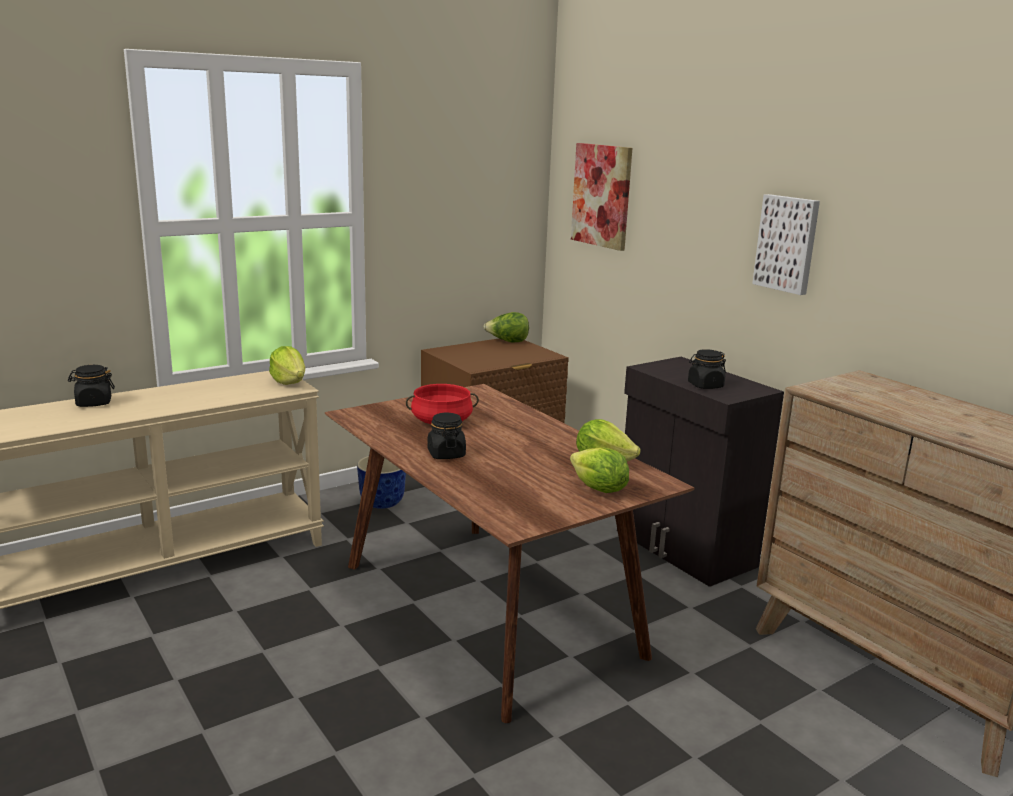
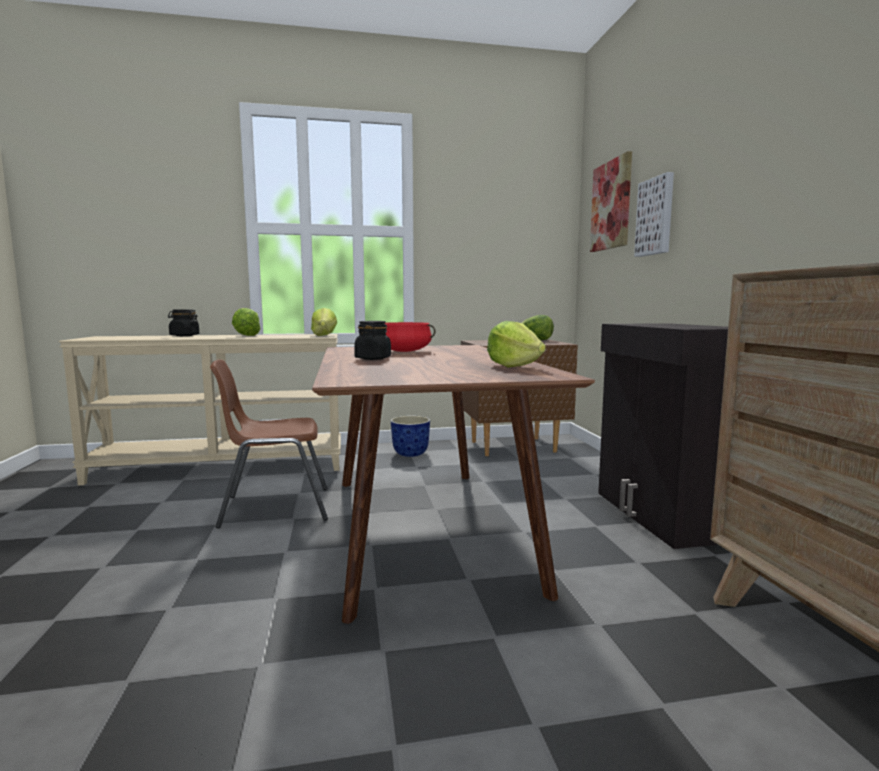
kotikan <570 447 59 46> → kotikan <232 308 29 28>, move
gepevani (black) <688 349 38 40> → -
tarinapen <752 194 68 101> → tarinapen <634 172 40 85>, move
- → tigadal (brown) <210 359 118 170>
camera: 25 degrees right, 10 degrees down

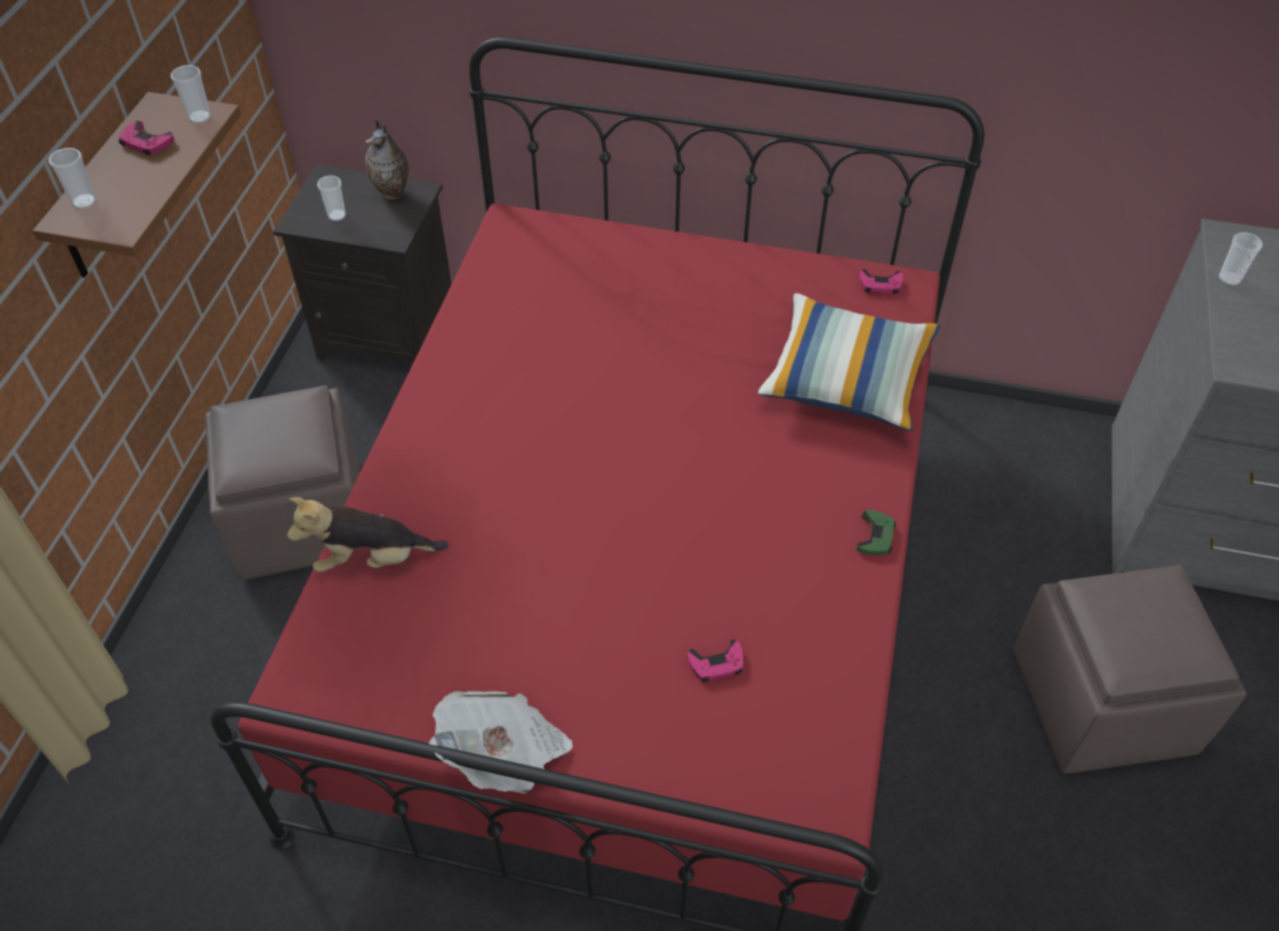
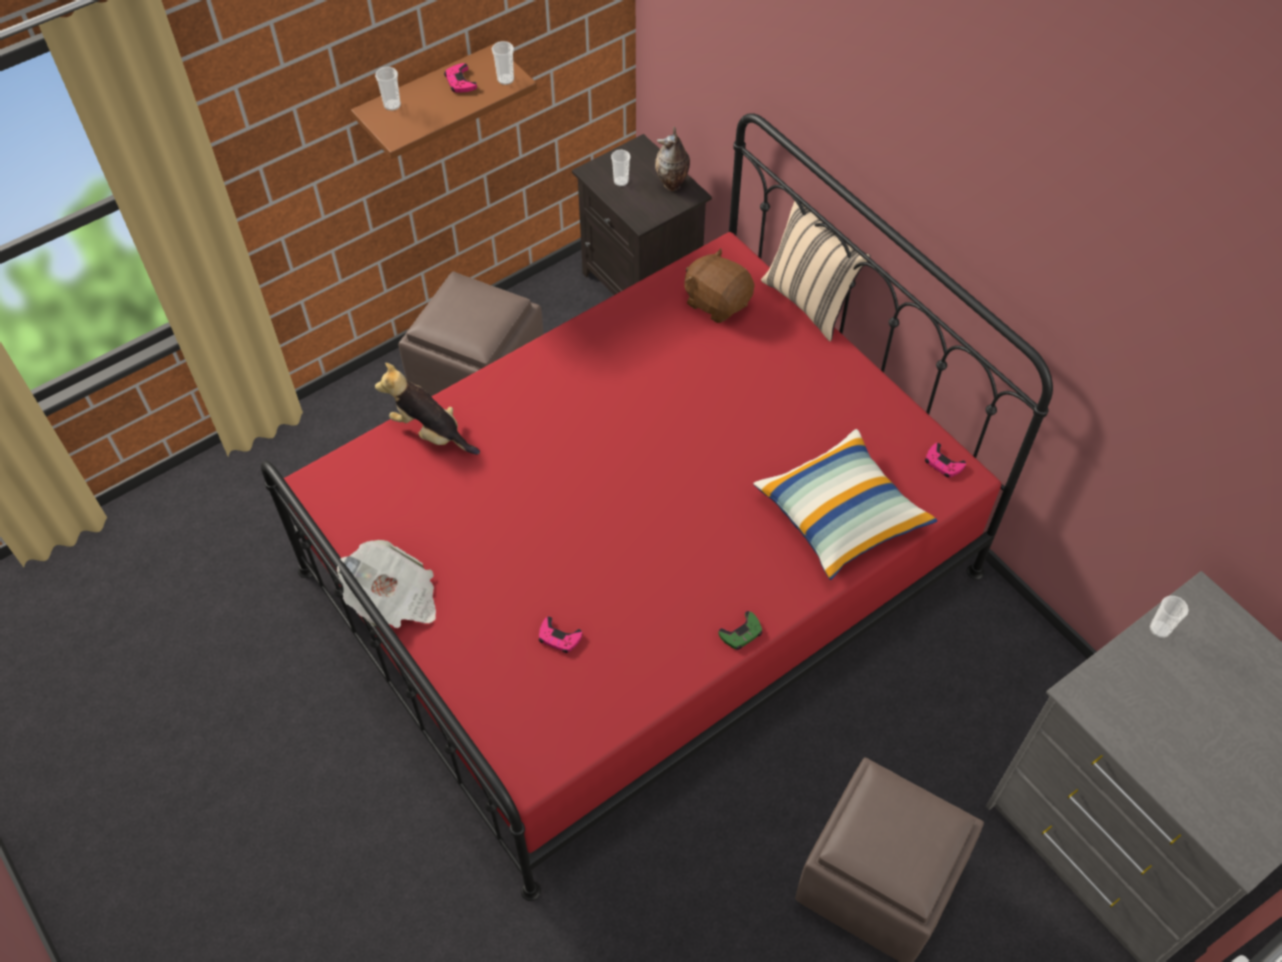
- → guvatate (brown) <684 248 71 75>
- → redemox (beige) <761 201 110 140>
camera: 40 degrees right, 5 degrees up

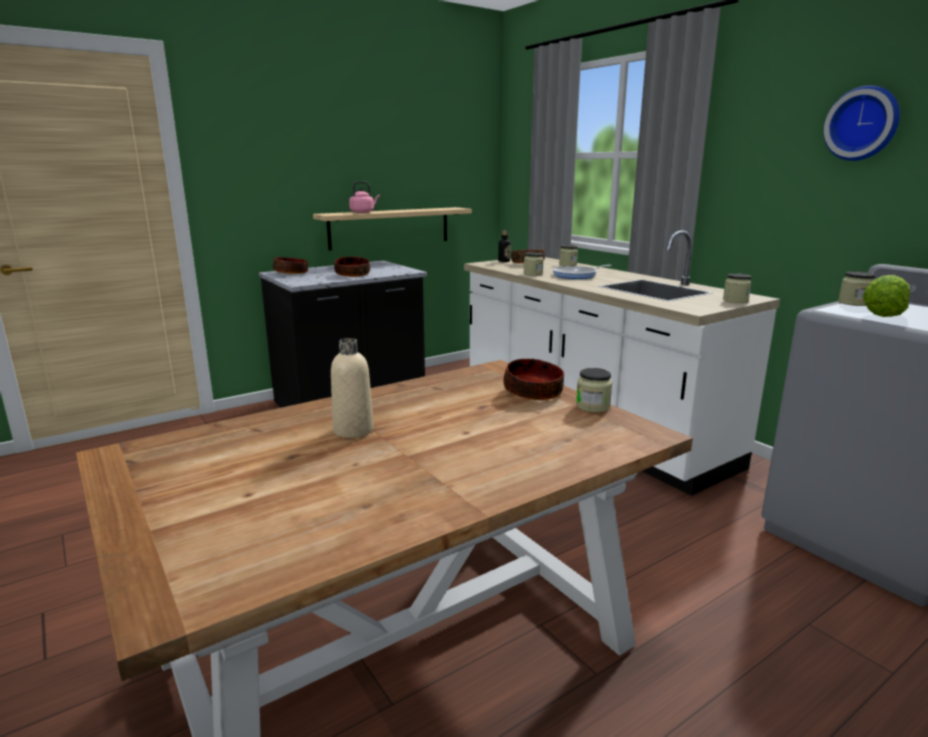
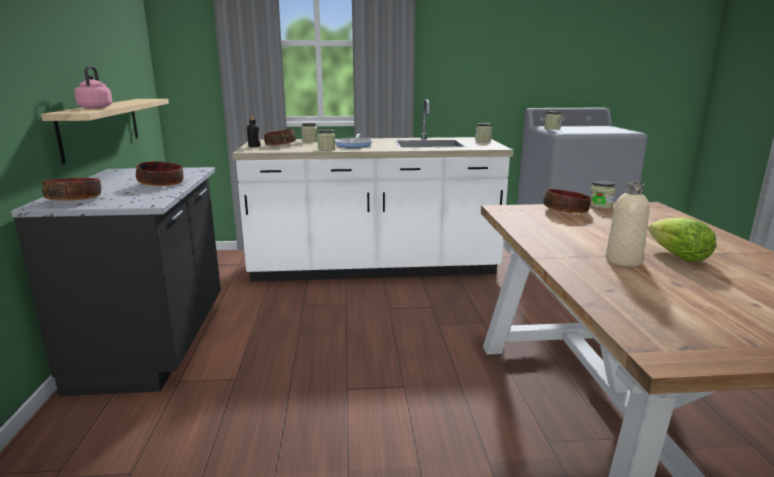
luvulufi <823 85 77 76> → -
kotikan <862 275 48 42> → kotikan <648 217 68 45>, move
camera: 60 degrees left, 0 degrees up

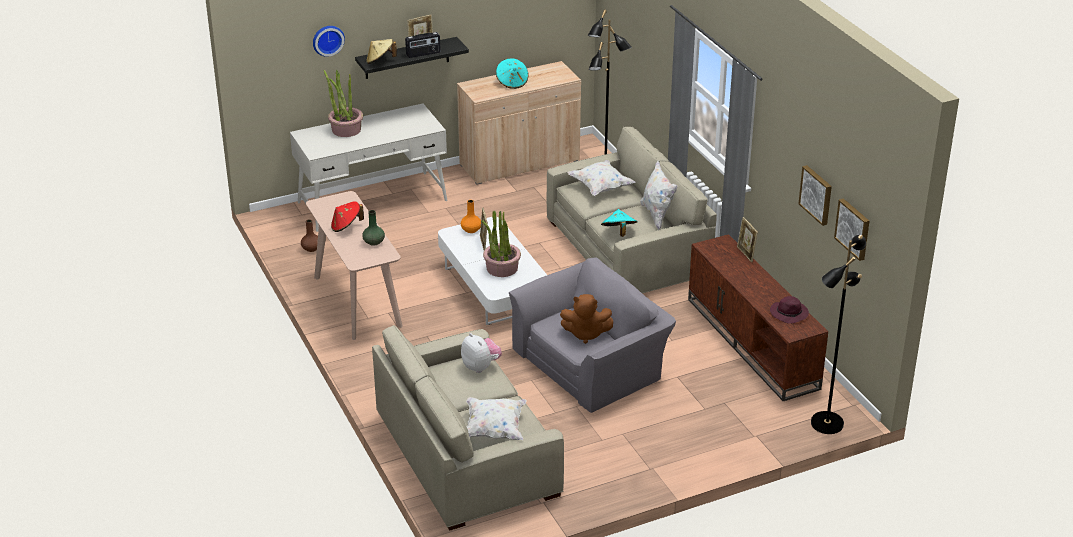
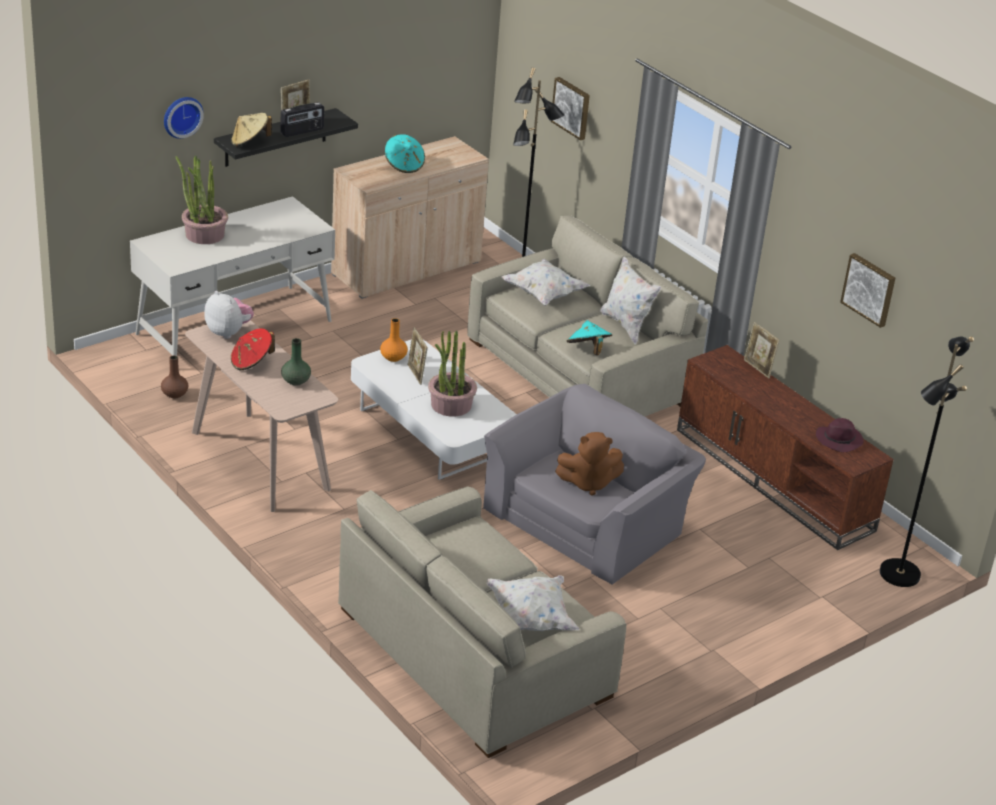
guvatate <461 333 41 40> → guvatate <204 291 50 48>, move
tarinapen <834 198 35 63> → tarinapen <551 77 39 63>, move
camera: 15 degrees left, 0 degrees up

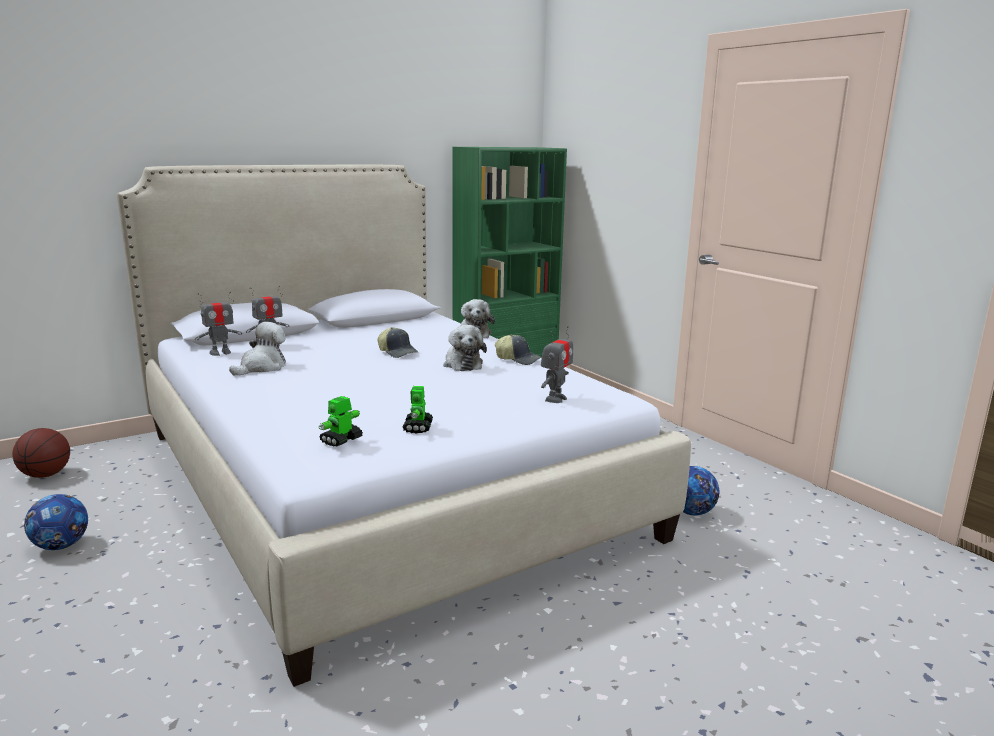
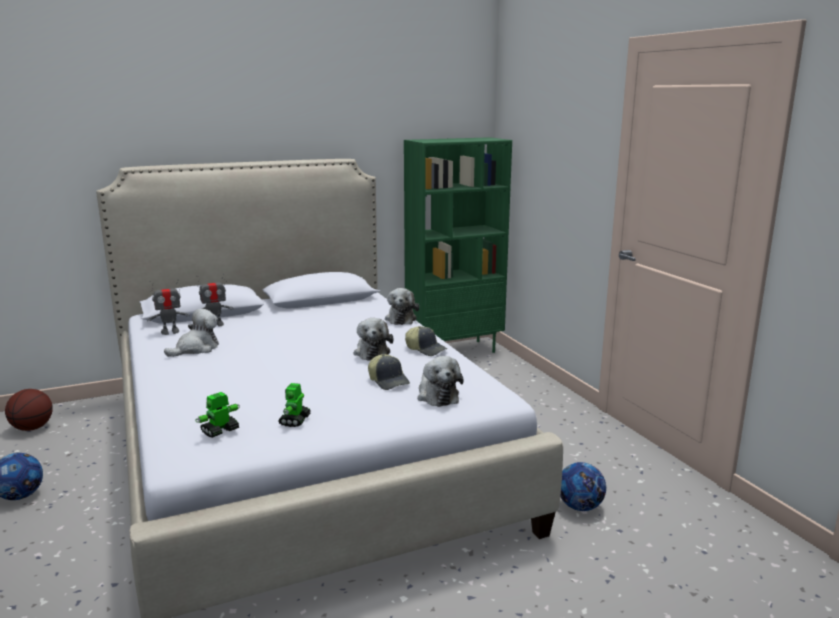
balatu <378 327 40 31> → balatu <368 354 42 36>, move
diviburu <541 326 32 77> → guvatate <417 356 46 51>
camera: 10 degrees right, 0 degrees up

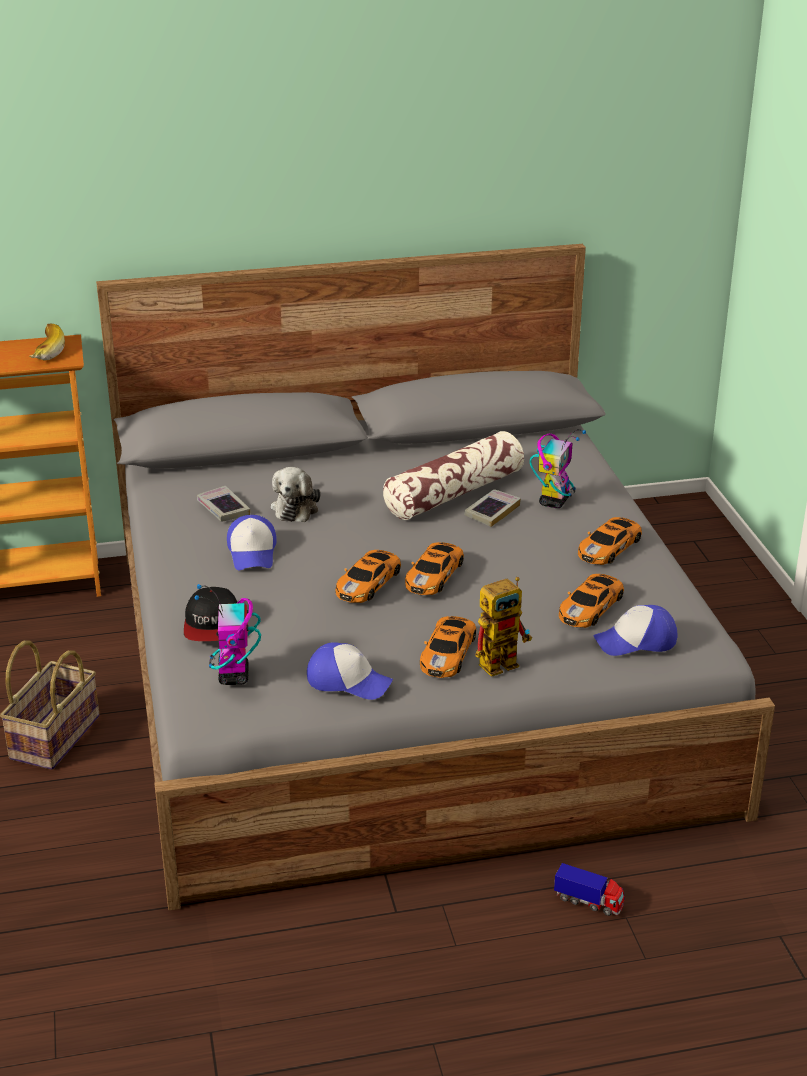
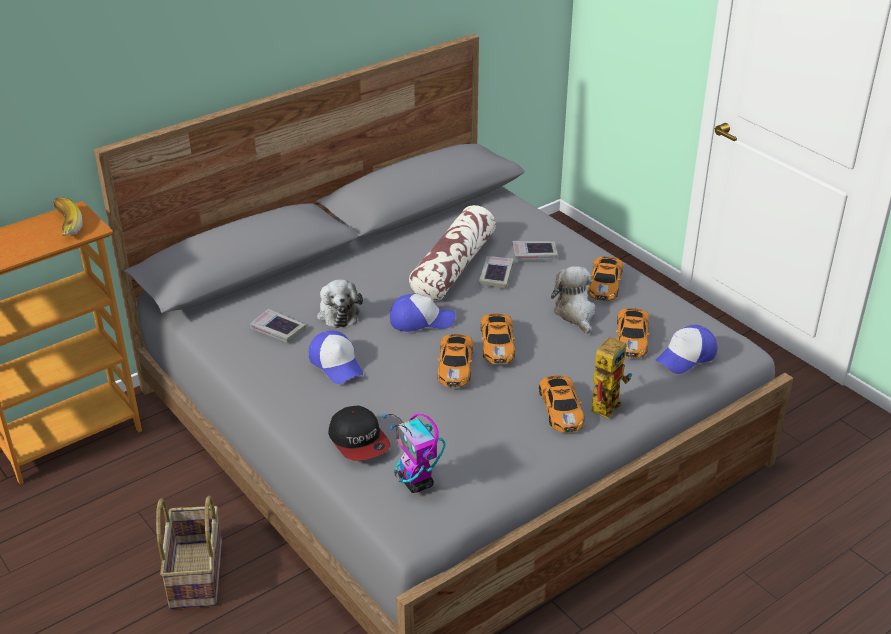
balatu <307 642 86 58> → balatu <390 293 66 39>, move
diviburu <530 430 56 78> → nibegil <512 241 46 19>
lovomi <554 863 70 53> → -
- → guvatate <551 266 45 68>
camera: 25 degrees left, 5 degrees up

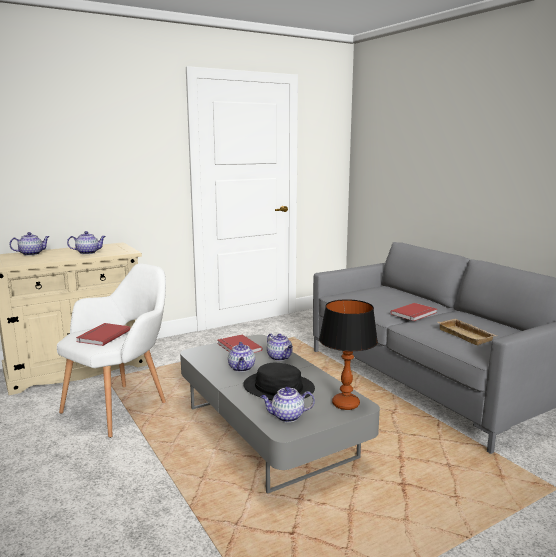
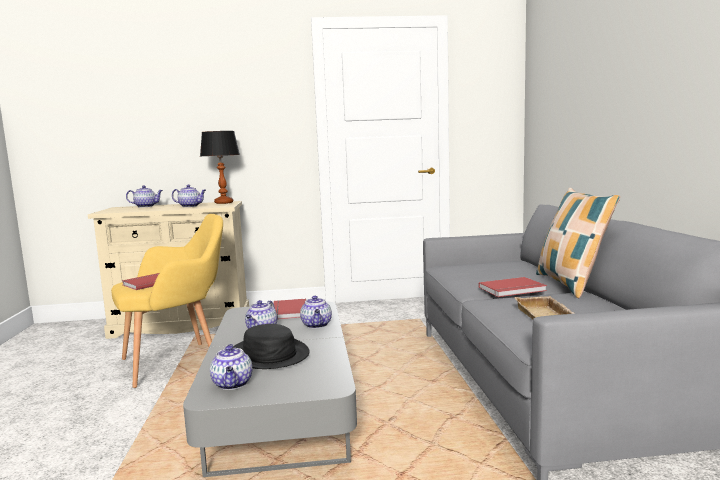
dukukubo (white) <57 263 109 175> → dukukubo (yellow) <111 214 112 174>
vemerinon <261 387 54 35> → vemerinon <210 344 43 46>, 120 degrees counterclockwise
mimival <319 299 59 111> → mimival <200 131 40 73>, move
- → redemox <536 188 84 110>
camera: 25 degrees right, 5 degrees down

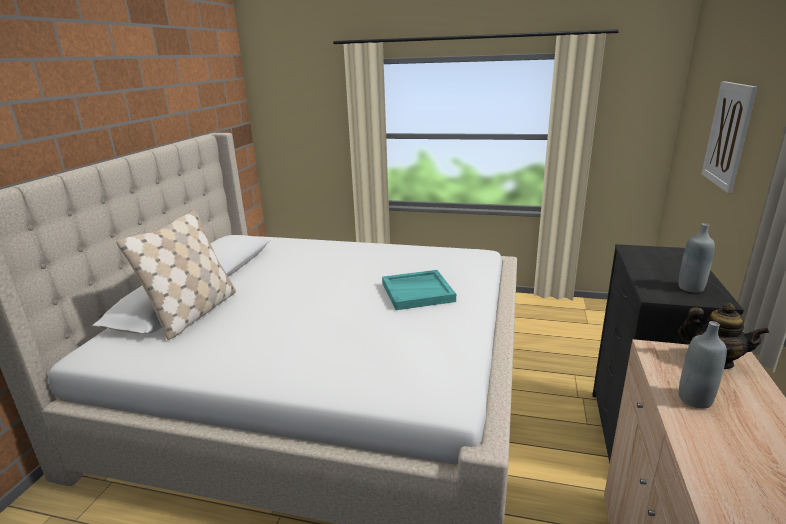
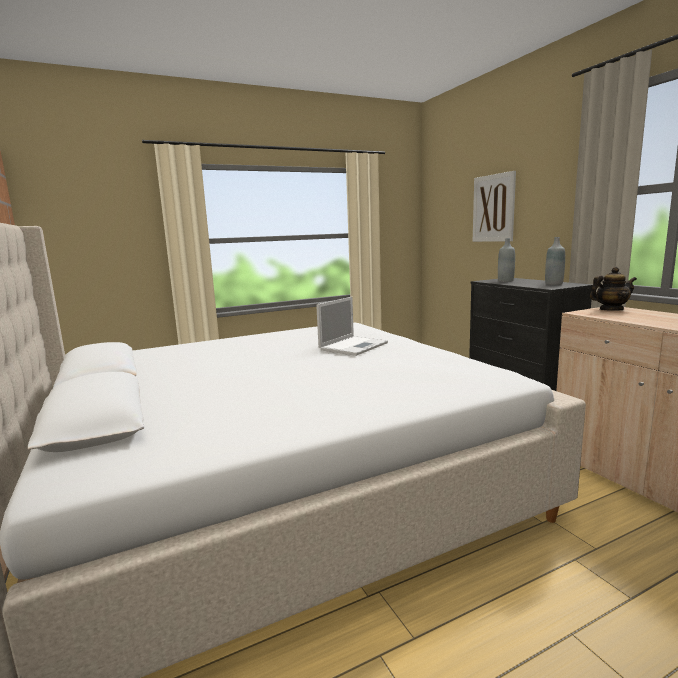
redemox (beige) <116 210 120 130> → -
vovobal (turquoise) <382 270 74 40> → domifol <316 297 72 59>
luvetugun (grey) <679 321 48 87> → luvetugun (grey) <498 238 17 44>, move
camera: 40 degrees left, 10 degrees down

